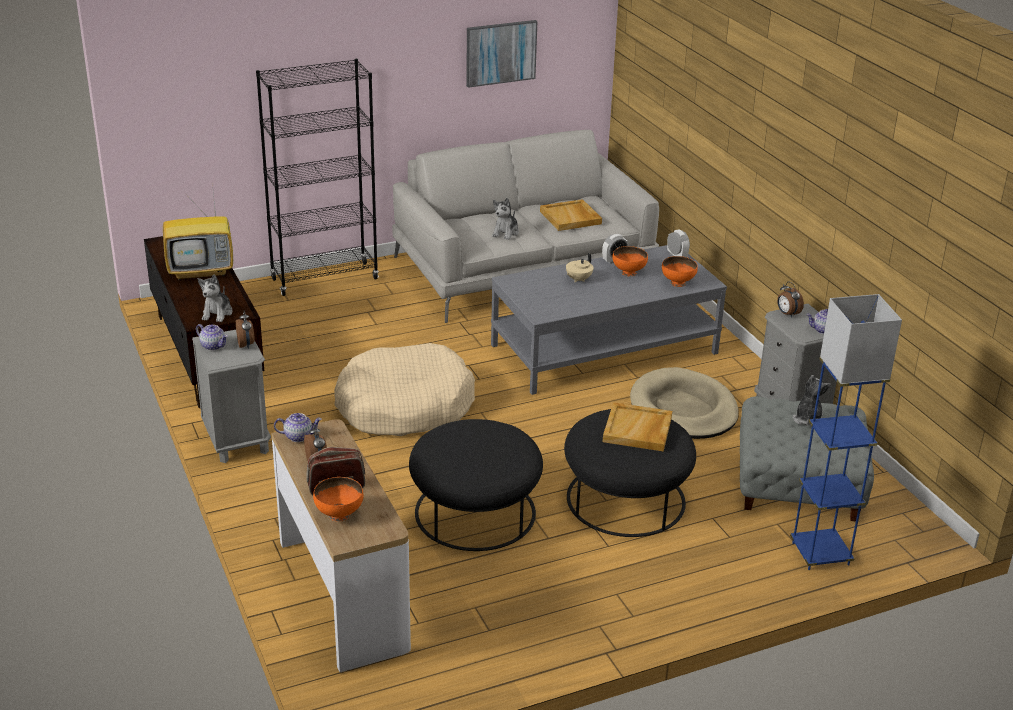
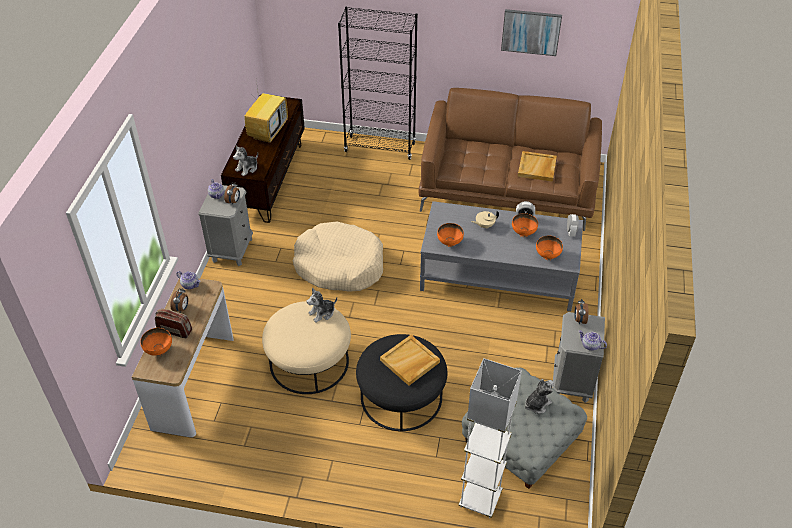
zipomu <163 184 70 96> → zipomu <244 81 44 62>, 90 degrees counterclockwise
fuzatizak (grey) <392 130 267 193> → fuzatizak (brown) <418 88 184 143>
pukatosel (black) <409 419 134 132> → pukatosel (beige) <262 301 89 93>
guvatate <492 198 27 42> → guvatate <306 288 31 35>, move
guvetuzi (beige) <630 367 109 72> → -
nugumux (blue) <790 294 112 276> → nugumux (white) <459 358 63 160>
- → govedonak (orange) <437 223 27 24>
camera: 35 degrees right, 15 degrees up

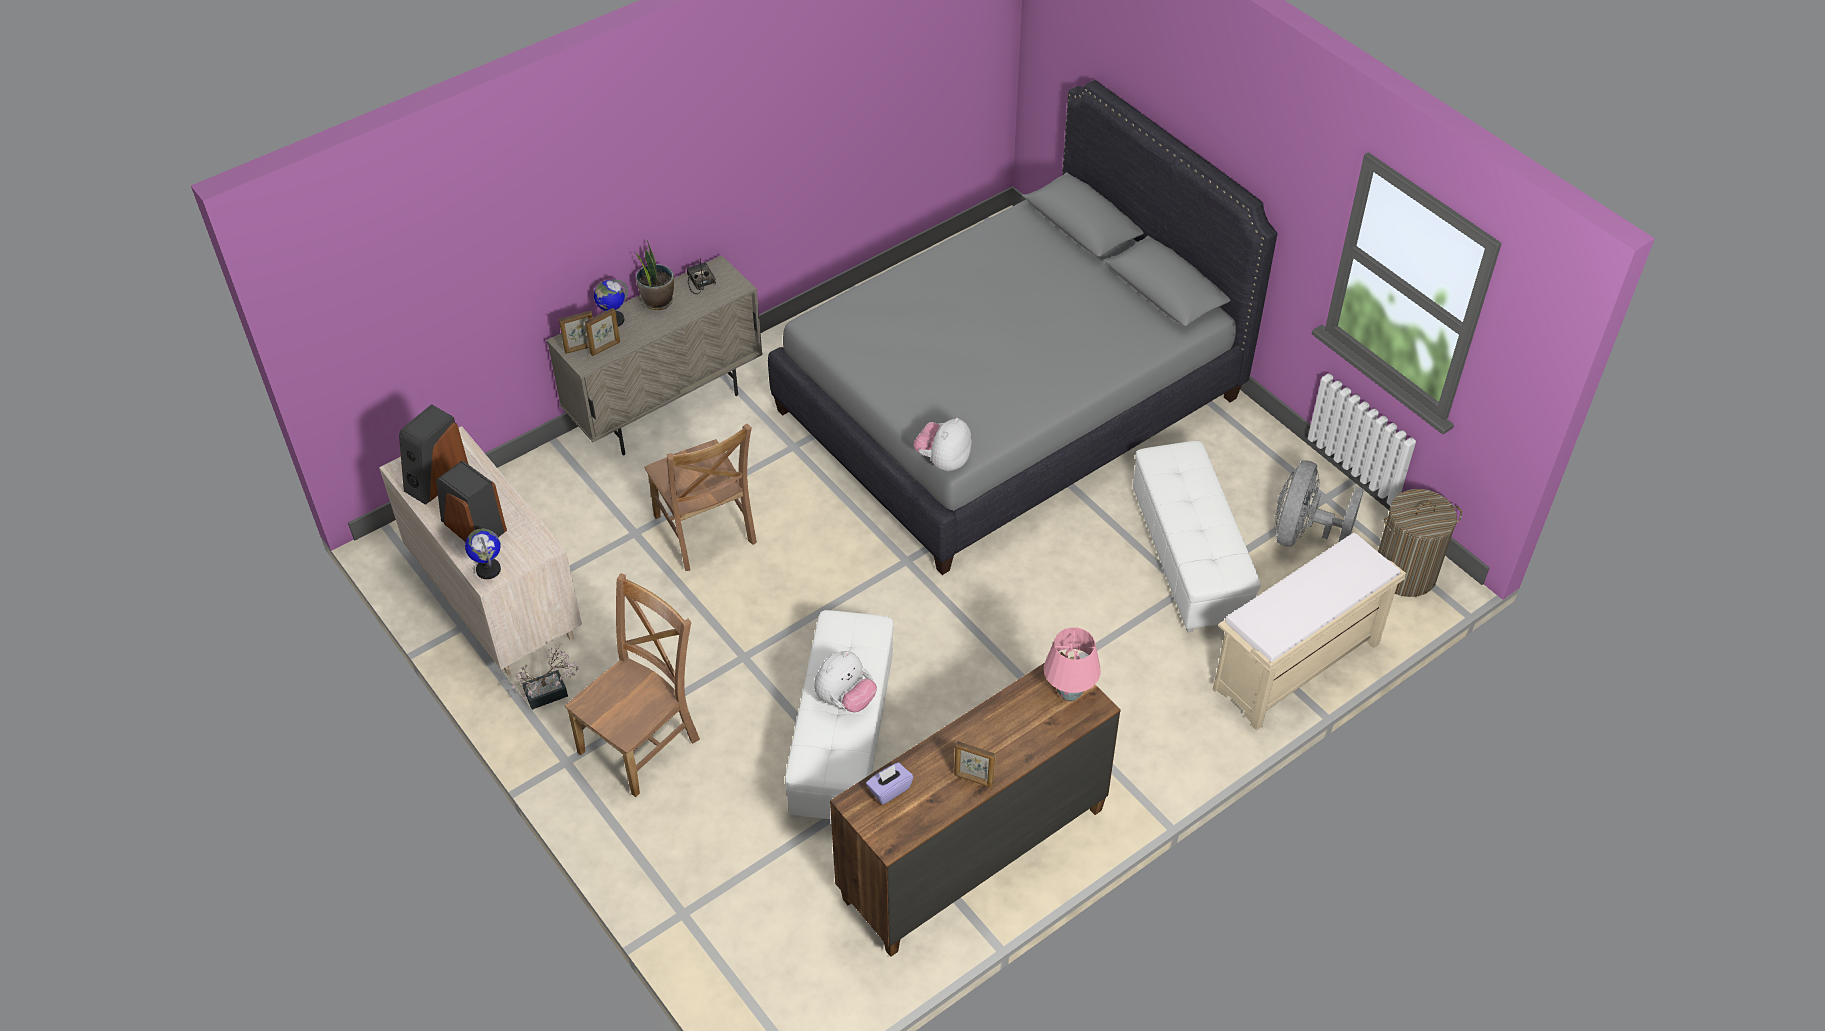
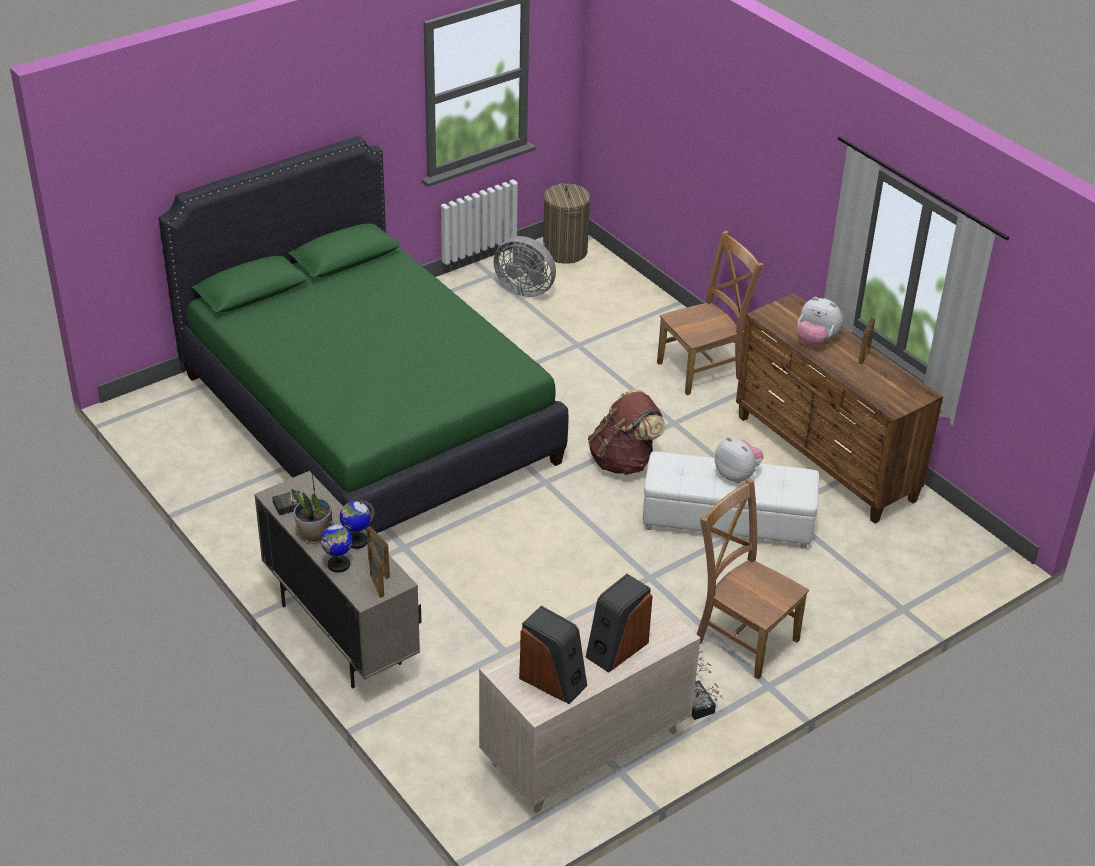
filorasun <465 529 36 50> → filorasun <340 500 34 49>, move
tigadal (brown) <644 424 113 147> → tigadal (brown) <657 231 106 164>, move
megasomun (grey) <768 80 510 495> → megasomun (green) <159 136 409 397>
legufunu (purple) <866 763 47 42> → -
guvatate <913 418 59 53> → guvatate <797 297 46 49>, move
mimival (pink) <1044 627 57 74> → -
pukatosel (white) <1133 441 128 191> → -
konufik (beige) <1213 532 193 199> → -
- → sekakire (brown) <588 390 78 85>
camera: 90 degrees left, 10 degrees down

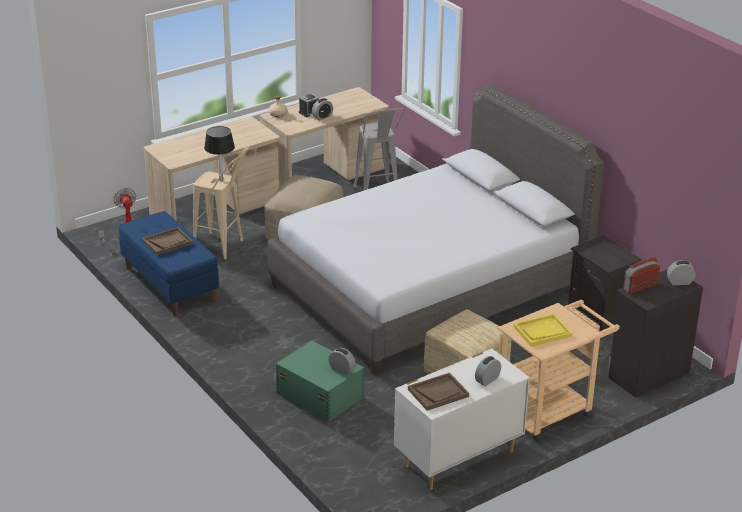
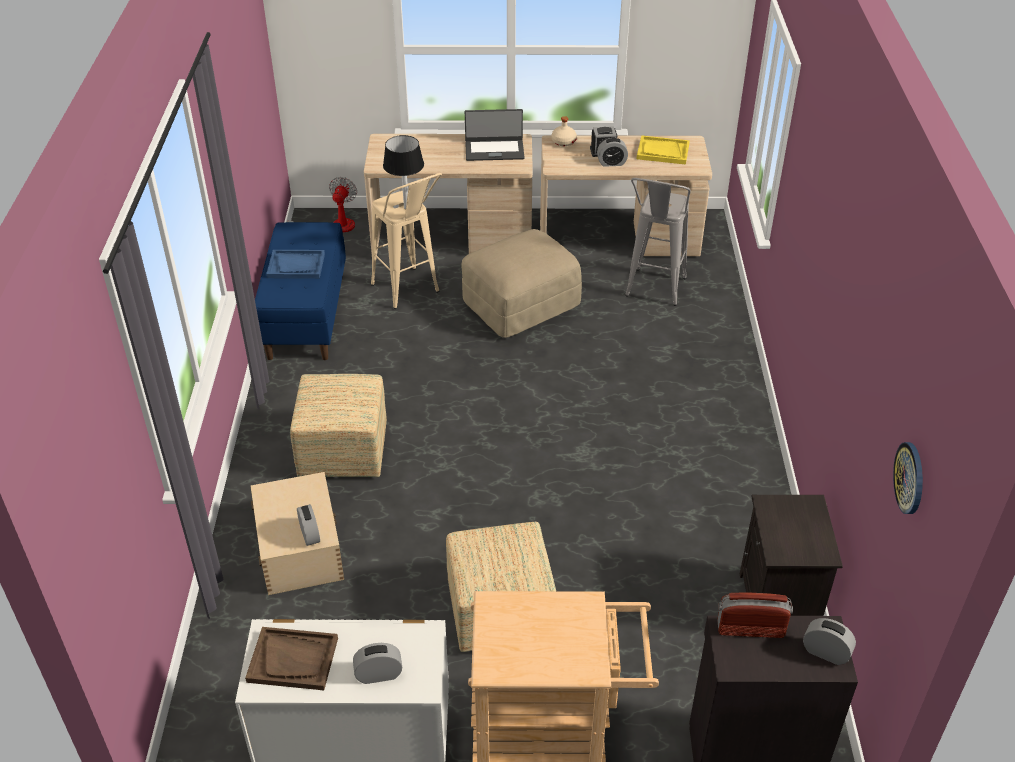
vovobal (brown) <142 227 51 28> → vovobal (blue) <266 250 59 29>
megasomun (grey) <267 84 337 291> → -
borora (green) <276 341 88 81> → borora (beige) <251 472 93 123>
vovobal (yellow) <514 314 58 33> → vovobal (yellow) <637 135 53 30>, move
- → pukatosel <290 374 97 103>
- → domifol <465 109 60 52>
- → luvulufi <893 442 30 72>
camera: 35 degrees right, 10 degrees up

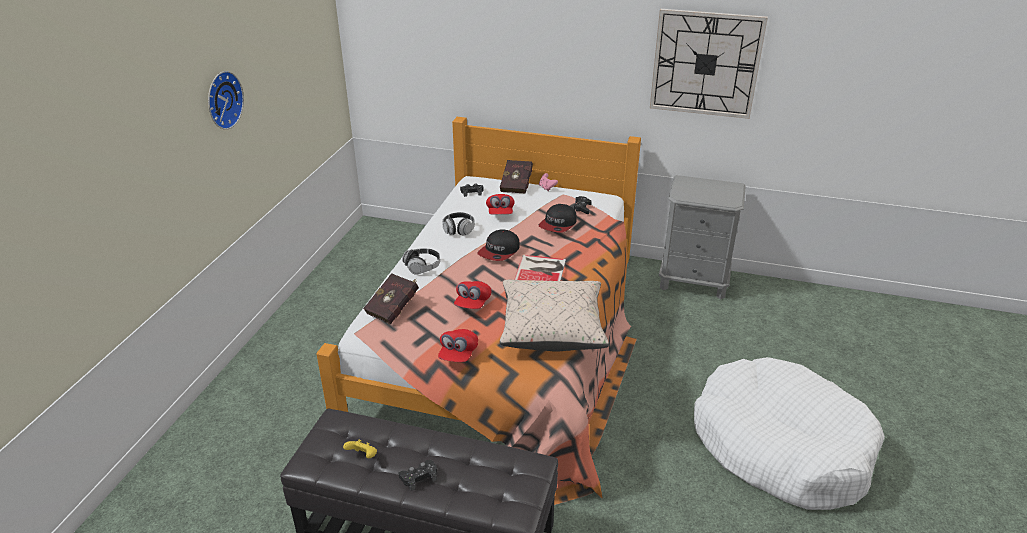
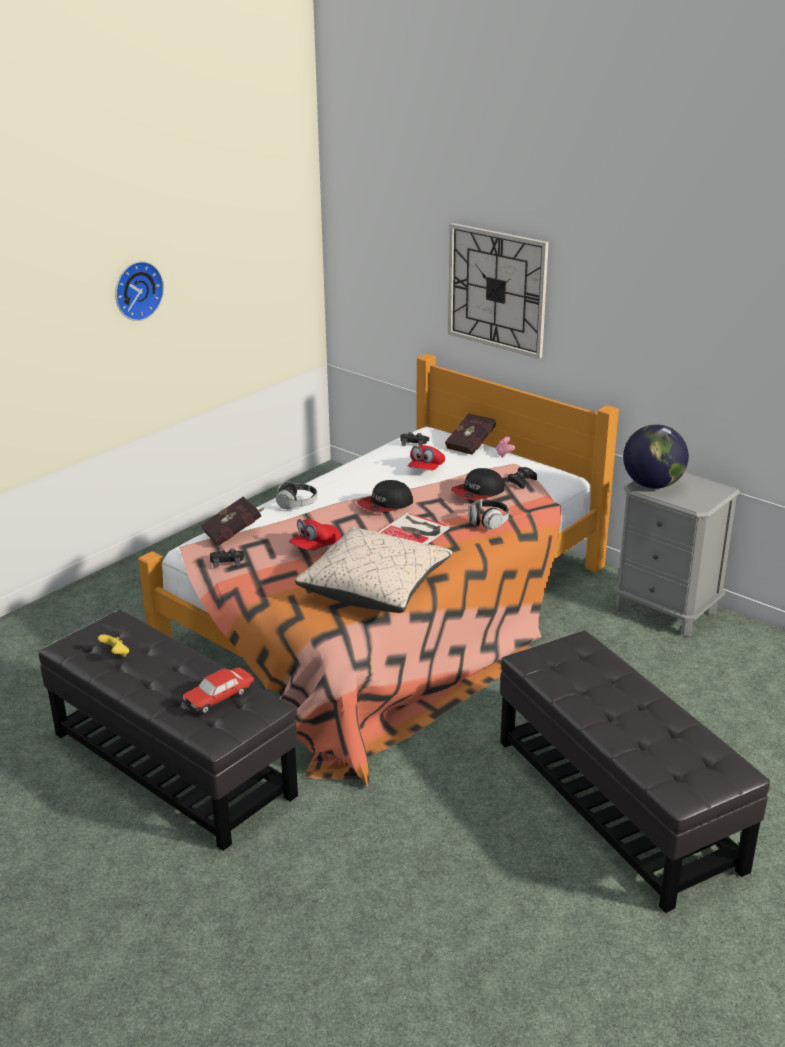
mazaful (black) <399 460 38 31> → mazaful (black) <210 548 34 20>, move
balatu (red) <438 329 40 33> → -
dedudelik <442 212 33 24> → dedudelik <468 500 41 29>, move
luvulufi <650 9 118 110> → luvulufi <448 223 101 136>, move
guvetuzi (white) <694 357 191 153> → pukatosel (black) <500 631 270 282>
- → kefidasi <182 667 72 47>
- → filorasun <623 424 66 65>
camera: 25 degrees right, 5 degrees down

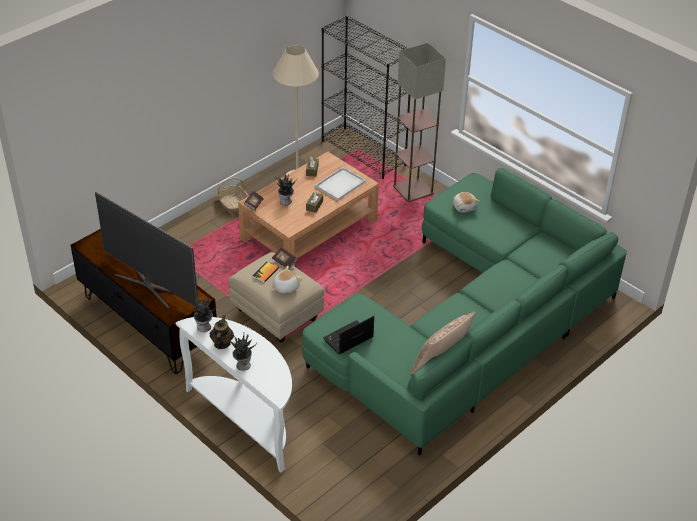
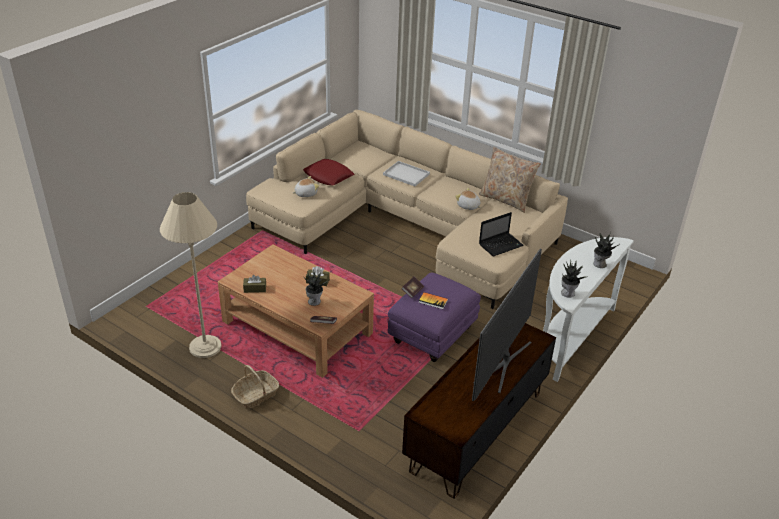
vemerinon <210 315 24 34> → -
pukatosel (beige) <228 252 96 90> → pukatosel (purple) <388 272 93 90>
guvatate <273 266 29 27> → guvatate <455 188 26 22>, move
fuzatizak (green) <302 168 325 288> → fuzatizak (beige) <246 110 322 199>
vovobal (white) <315 167 51 34> → vovobal (white) <383 161 47 25>, move
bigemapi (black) <321 15 89 164> → -
domifol <323 316 51 39> → domifol <479 212 45 44>, 75 degrees counterclockwise
nugumux <393 43 53 159> → -
- → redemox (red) <303 159 51 26>
camera: 100 degrees left, 5 degrees down

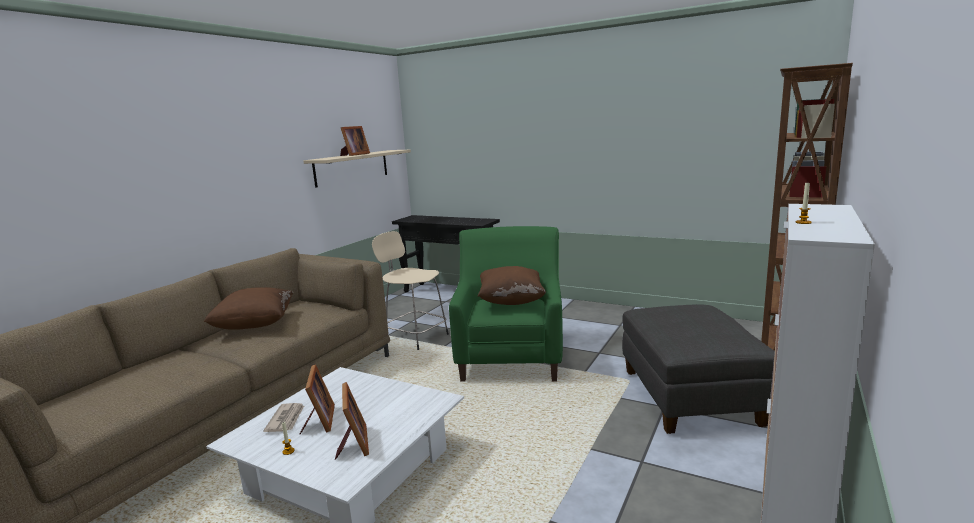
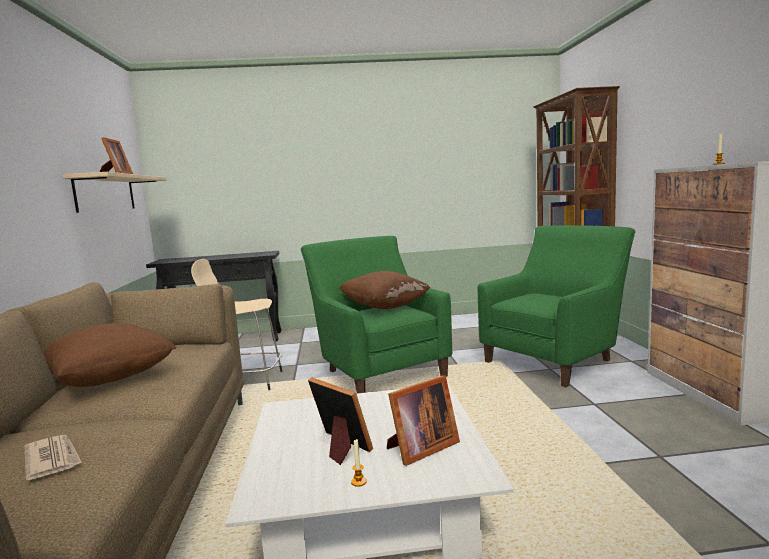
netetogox <263 403 41 29> → netetogox <24 435 58 45>, move
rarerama <335 382 34 78> → rarerama <387 375 73 91>, 105 degrees clockwise
pukatosel (grey) <622 304 153 130> → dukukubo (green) <478 225 158 162>
camera: 35 degrees left, 5 degrees down

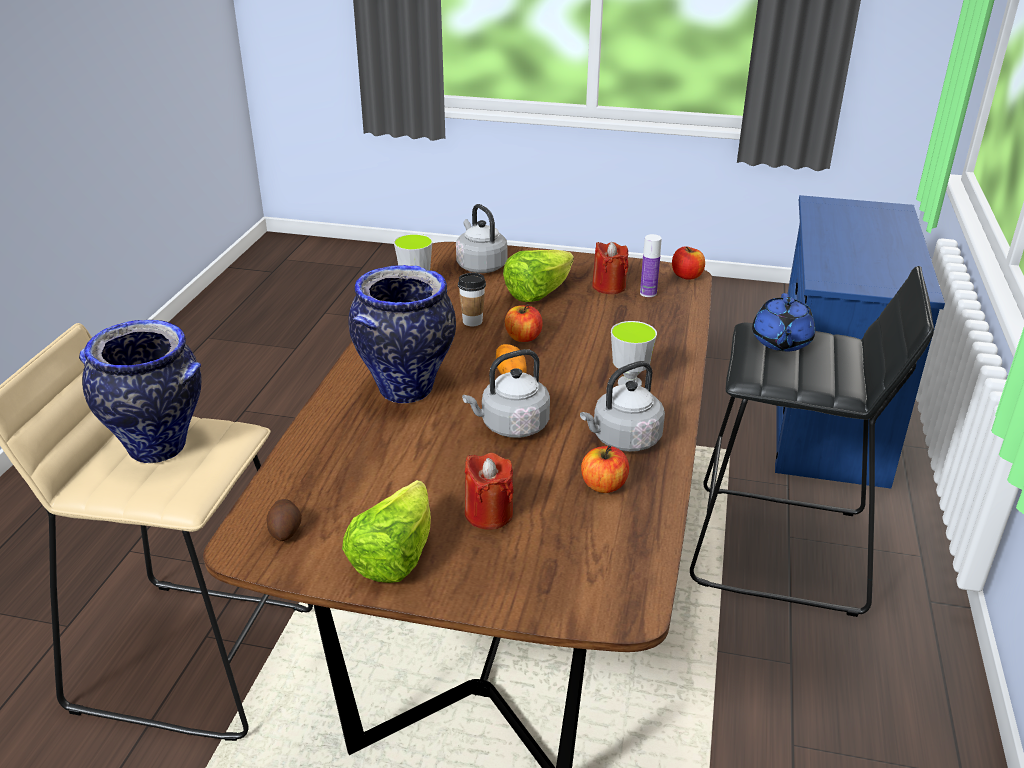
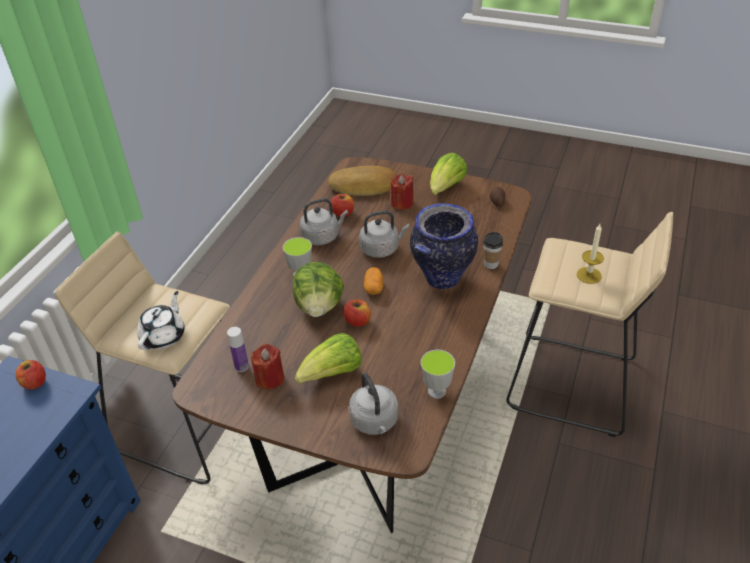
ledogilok <79 320 123 143> → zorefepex <577 224 27 60>
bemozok <458 273 28 53> → bemozok <483 232 20 37>, move
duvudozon <672 246 33 34> → duvudozon <15 360 31 29>, move
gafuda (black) <690 266 244 351> → gafuda (beige) <55 232 175 253>
vemerinon (blue) <752 293 63 58> → vemerinon (white) <137 291 48 59>
- → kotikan <293 262 51 55>
- → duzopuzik <328 166 69 30>
camera: 170 degrees left, 10 degrees up

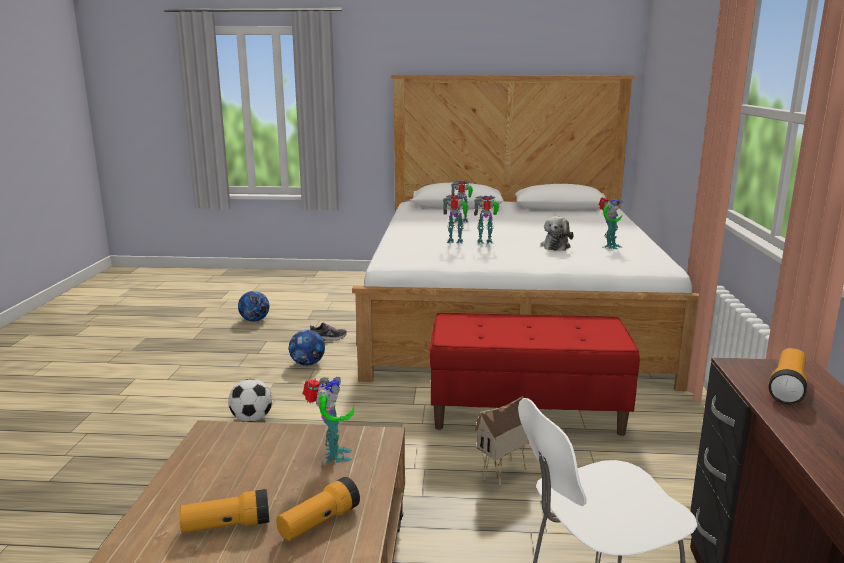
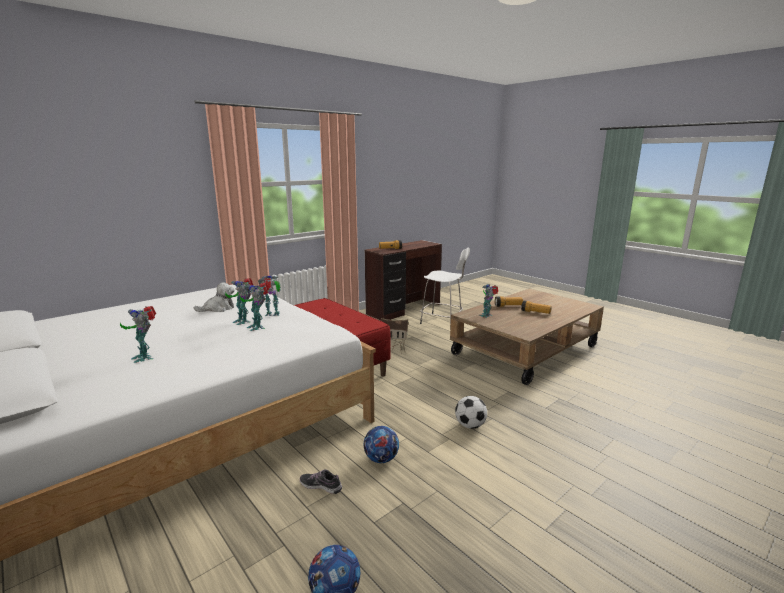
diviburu <599 197 24 52> → diviburu <258 276 23 40>, move
camera: 135 degrees left, 0 degrees up

